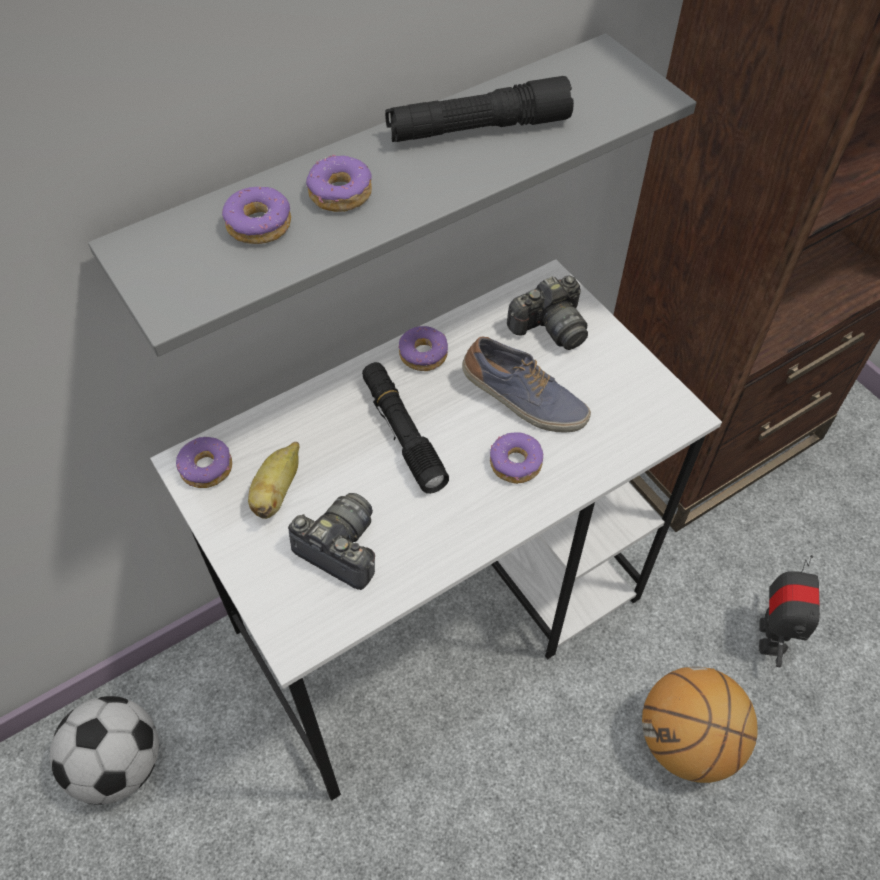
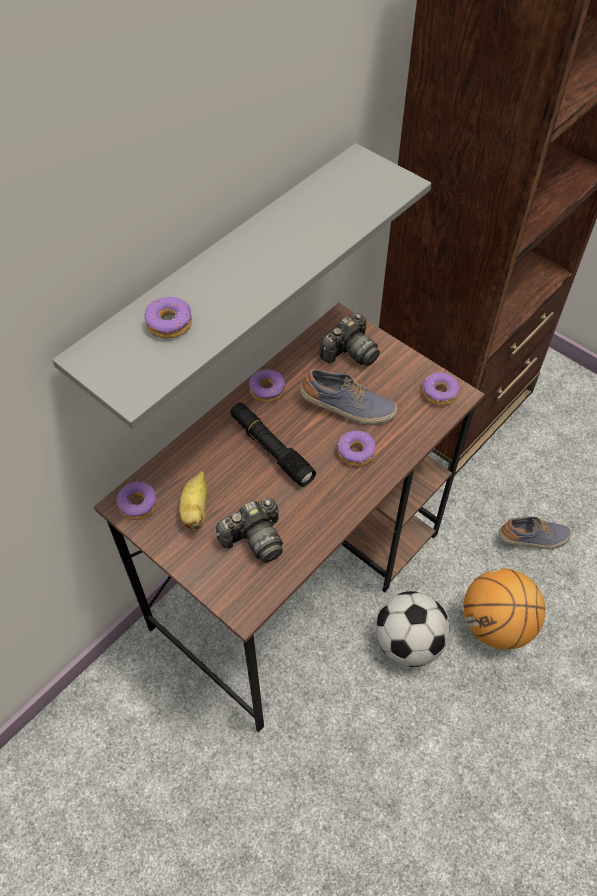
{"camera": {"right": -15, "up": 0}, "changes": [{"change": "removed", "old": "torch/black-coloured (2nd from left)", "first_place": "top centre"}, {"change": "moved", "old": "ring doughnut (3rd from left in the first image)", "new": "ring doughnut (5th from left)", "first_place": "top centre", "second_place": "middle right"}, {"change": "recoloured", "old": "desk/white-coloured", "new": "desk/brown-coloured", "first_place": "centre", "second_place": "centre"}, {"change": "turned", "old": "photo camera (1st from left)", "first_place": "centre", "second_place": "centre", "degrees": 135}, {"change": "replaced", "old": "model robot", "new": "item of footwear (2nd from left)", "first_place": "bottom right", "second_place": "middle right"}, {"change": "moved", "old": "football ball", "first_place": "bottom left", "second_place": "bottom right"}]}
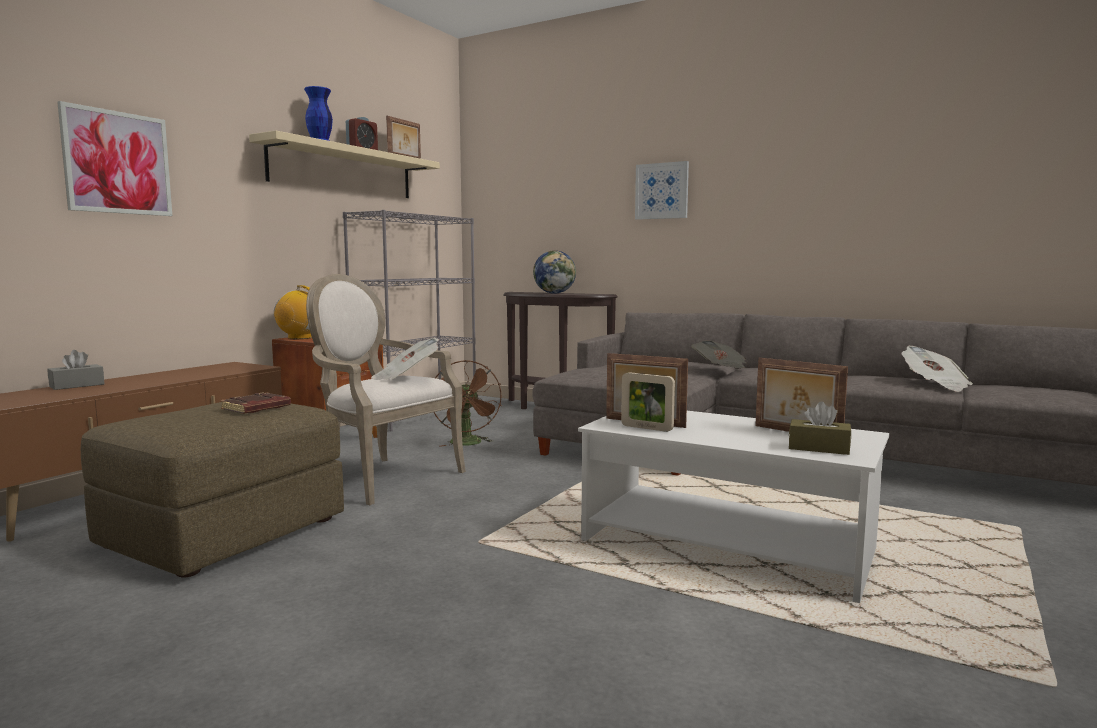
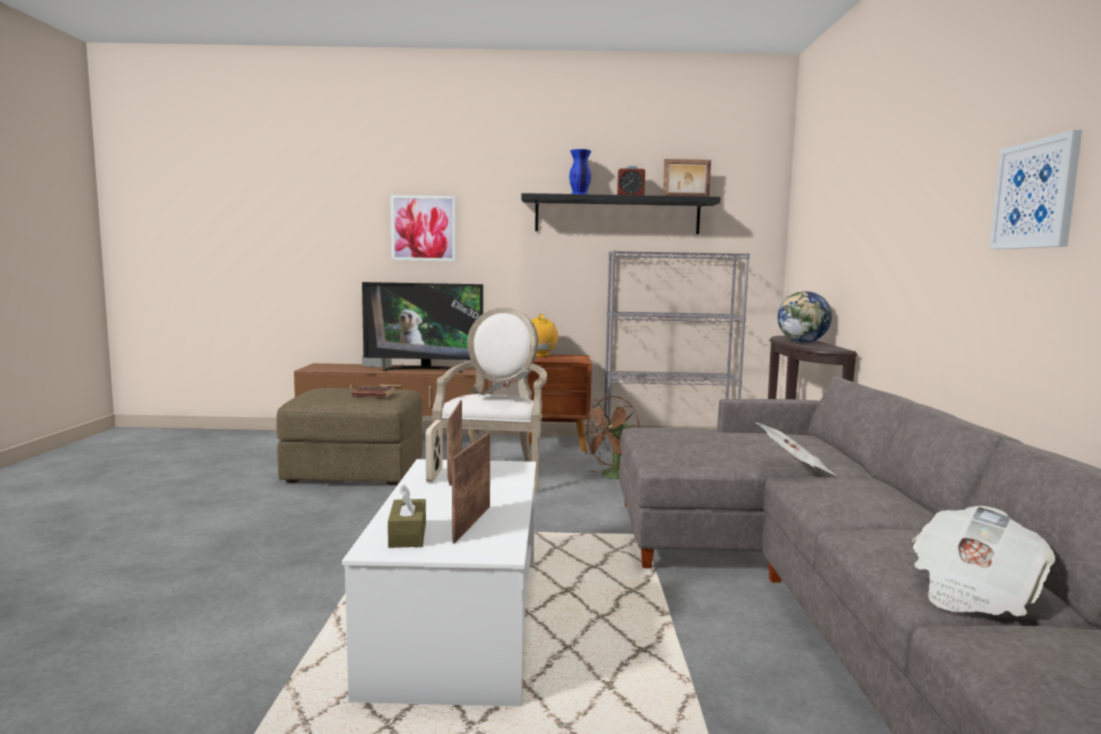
{"camera": {"right": 60, "up": 0}, "changes": [{"change": "recoloured", "old": "shelf/sand-coloured", "new": "shelf/black-coloured", "first_place": "top left", "second_place": "top centre"}, {"change": "moved", "old": "picture (2nd from left)", "first_place": "top centre", "second_place": "top right"}, {"change": "added", "new": "TV set", "second_place": "centre"}]}
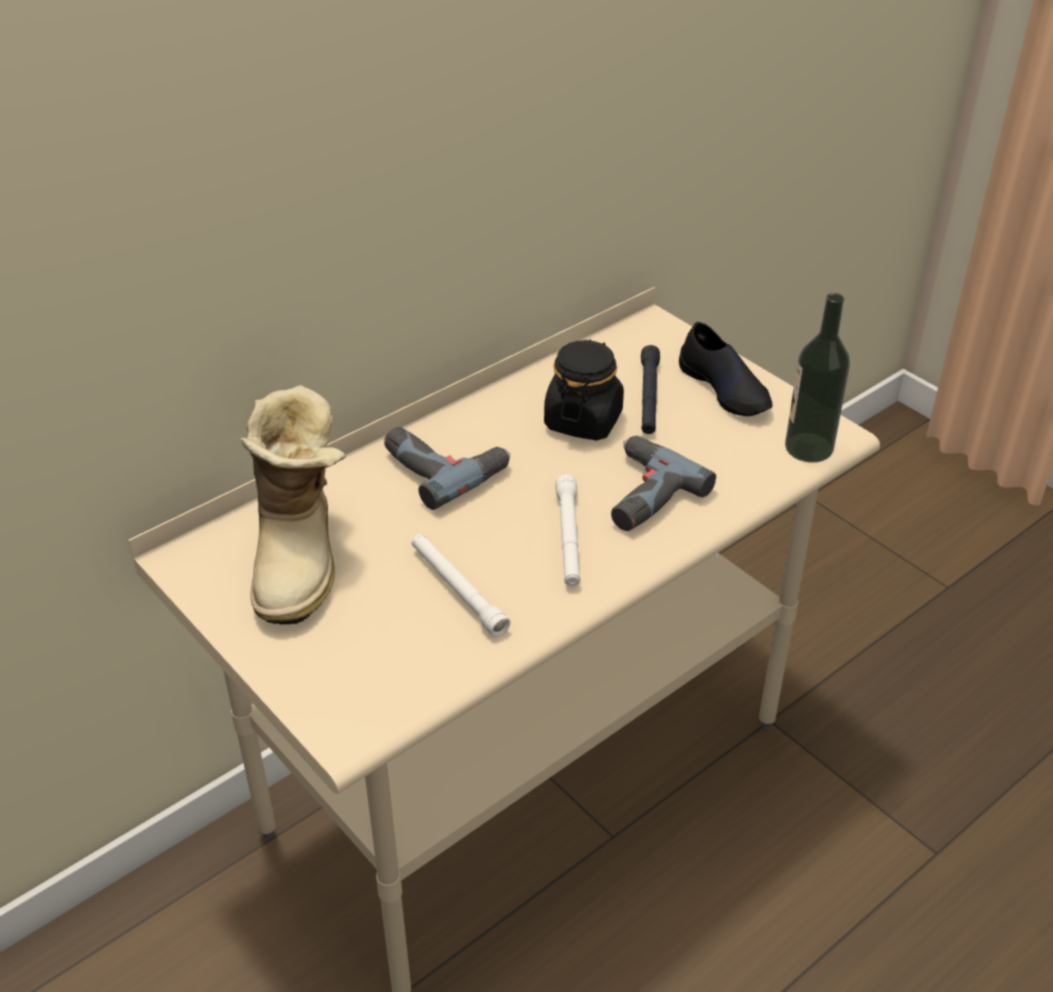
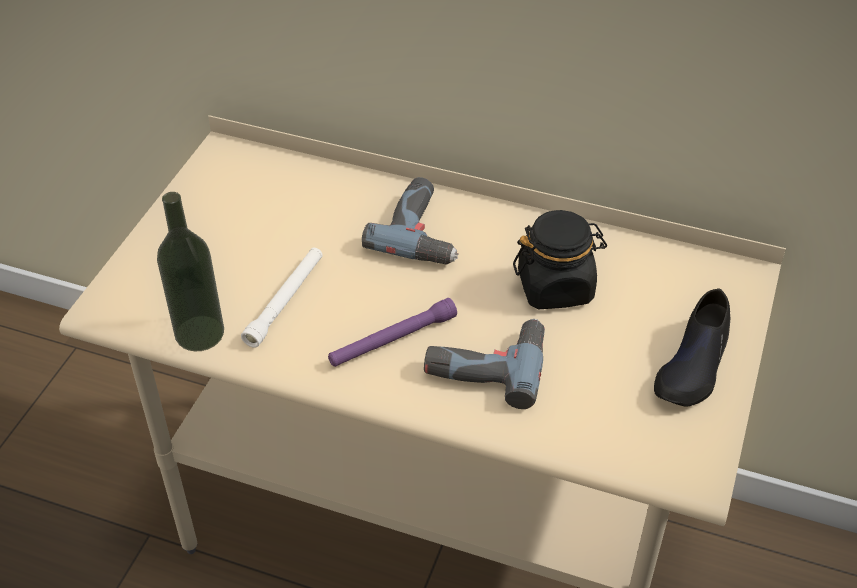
{"camera": {"right": 60, "up": 5}, "changes": [{"change": "moved", "old": "bottle", "first_place": "middle right", "second_place": "middle left"}, {"change": "removed", "old": "torch/black-coloured", "first_place": "centre"}, {"change": "removed", "old": "boot", "first_place": "middle left"}, {"change": "recoloured", "old": "torch/white-coloured (2nd from left)", "new": "torch/purple", "first_place": "centre", "second_place": "centre"}]}
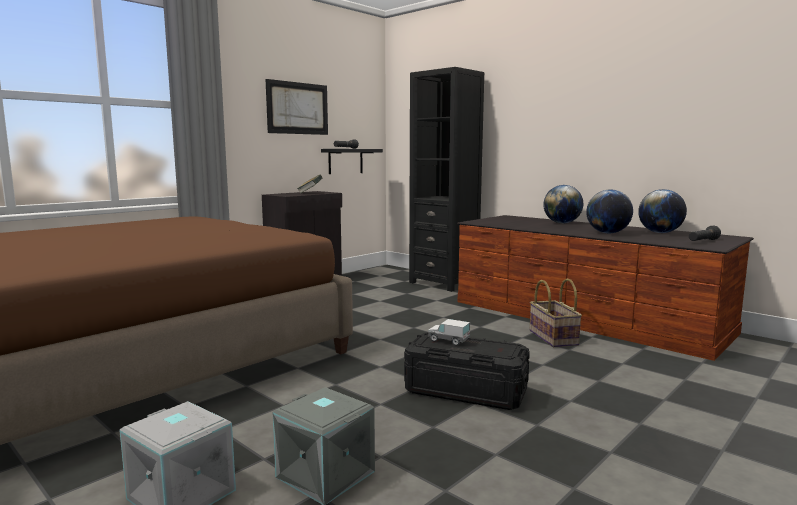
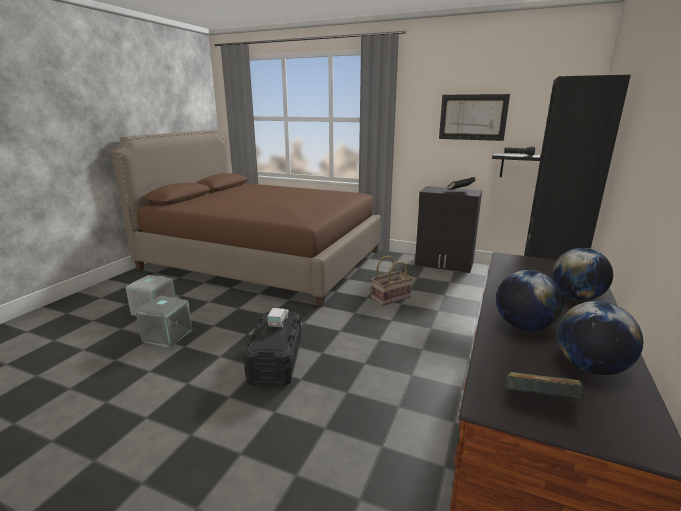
{"camera": {"right": 70, "up": 10}, "changes": [{"change": "replaced", "old": "torch/black-coloured (2nd from left)", "new": "volume (2nd from left)", "first_place": "middle right", "second_place": "bottom right"}, {"change": "moved", "old": "basket", "first_place": "middle right", "second_place": "centre"}]}
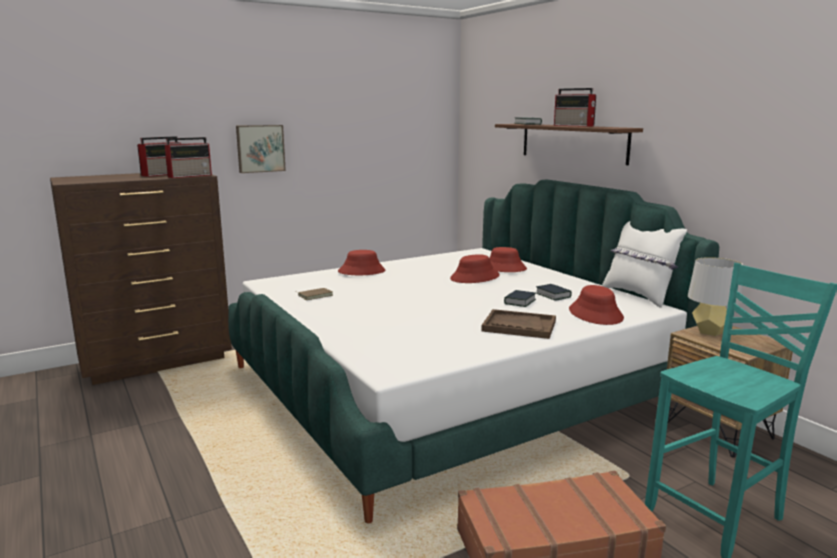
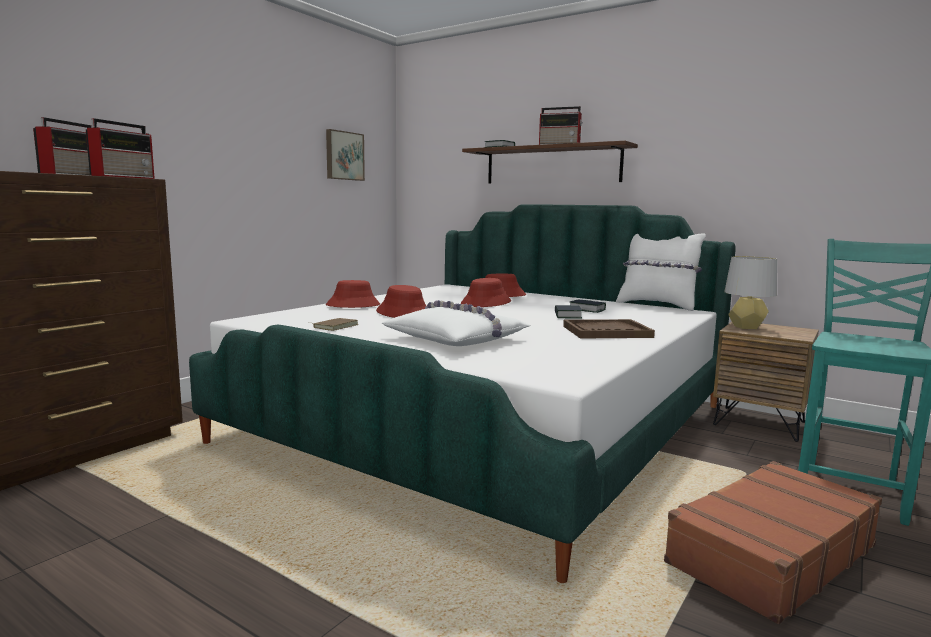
{"camera": {"right": -25, "up": -5}, "changes": [{"change": "moved", "old": "picture", "first_place": "top left", "second_place": "top centre"}, {"change": "moved", "old": "wearable hat/red-coloured (4th from left in the first image)", "new": "wearable hat/red-coloured (2nd from left)", "first_place": "middle right", "second_place": "centre"}, {"change": "added", "new": "throw pillow/white-coloured (1st from left)", "second_place": "centre"}]}
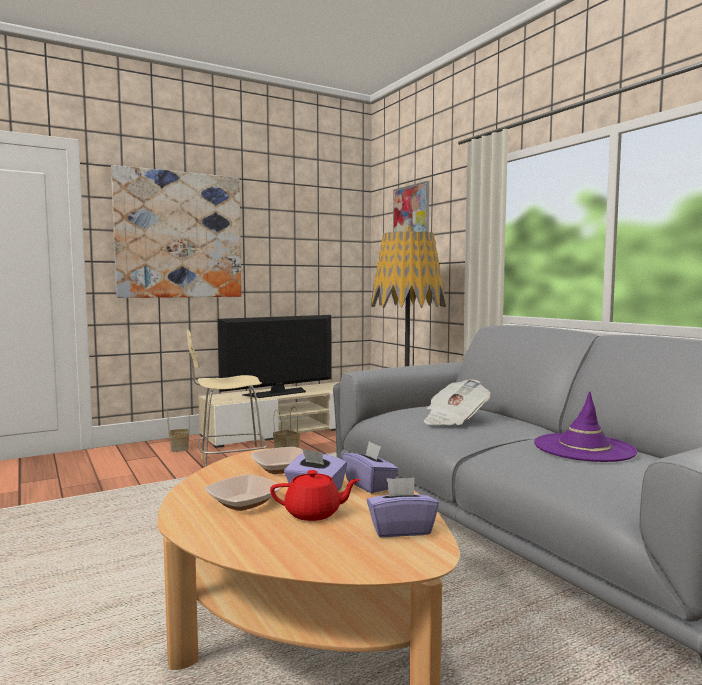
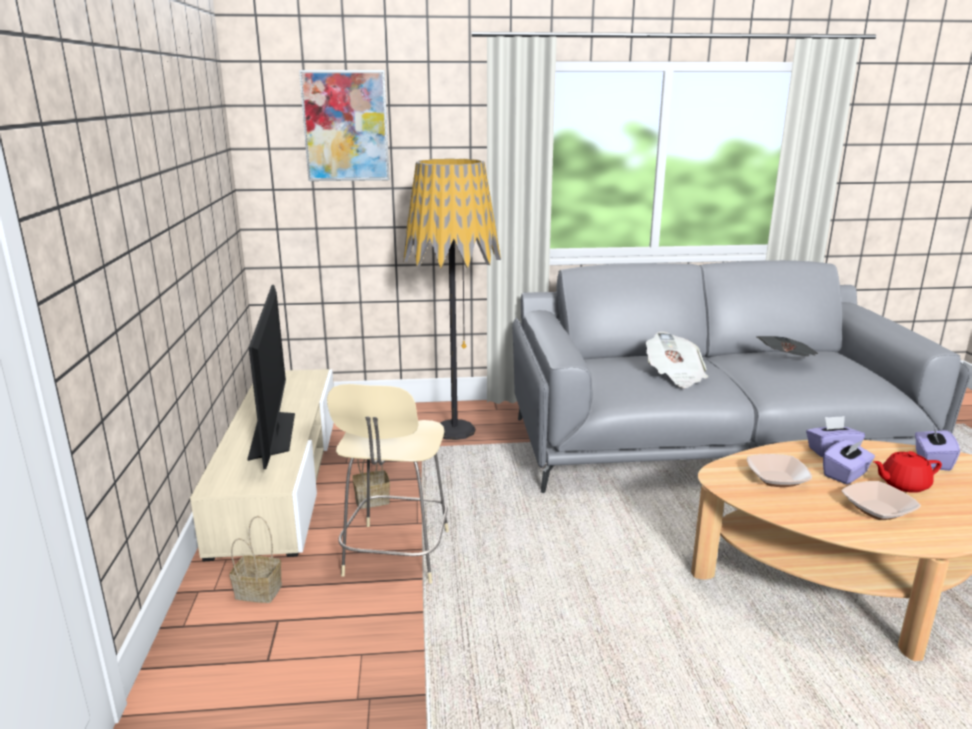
{"camera": {"right": -65, "up": 15}, "changes": [{"change": "removed", "old": "picture (1st from left)", "first_place": "middle left"}, {"change": "replaced", "old": "wearable hat/purple", "new": "newspaper (2nd from left)", "first_place": "middle right", "second_place": "middle right"}, {"change": "turned", "old": "tea pot/red-coloured", "first_place": "bottom centre", "second_place": "middle right", "degrees": -120}]}
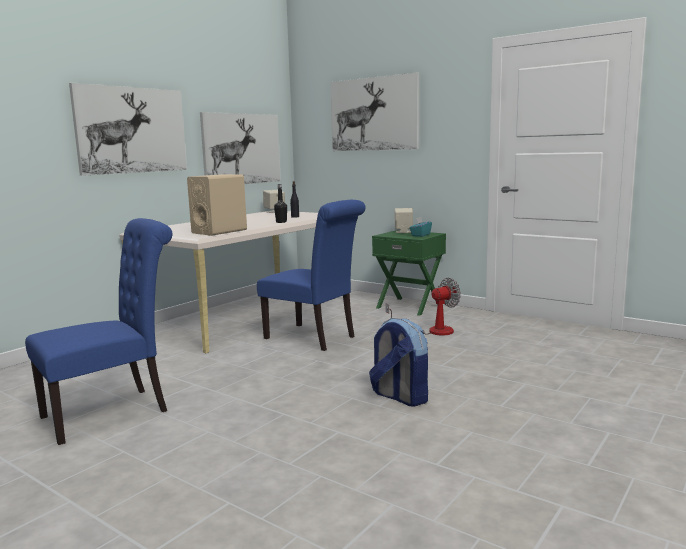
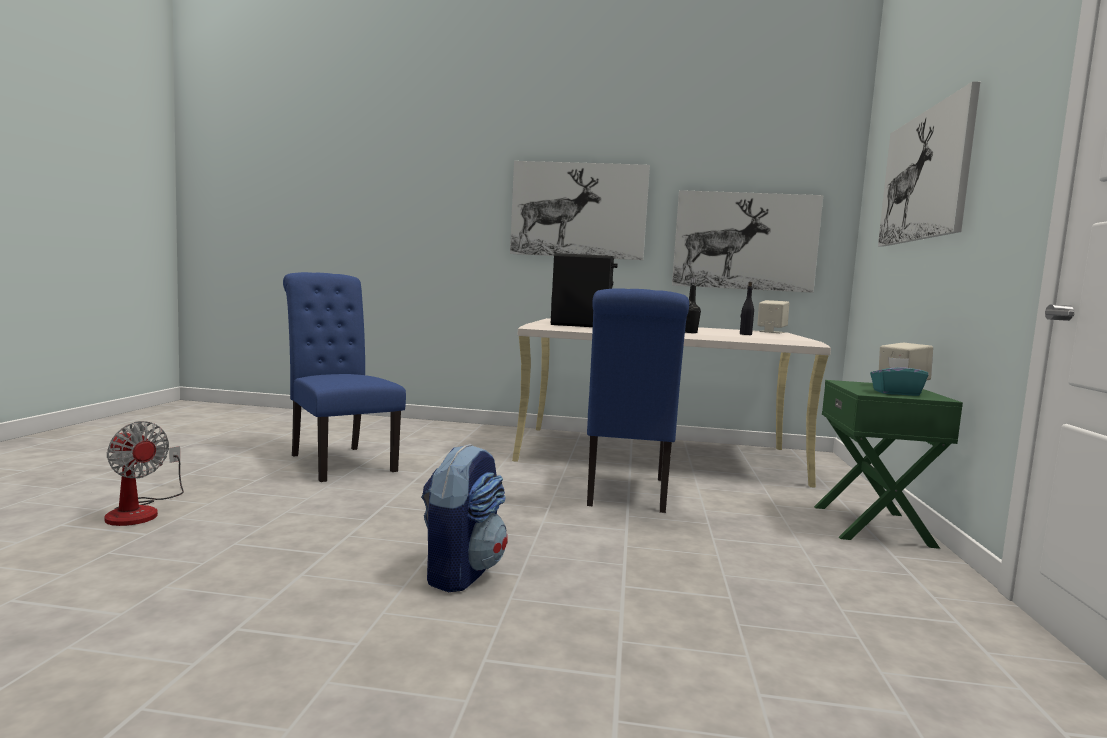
{"camera": {"right": 60, "up": -5}, "changes": [{"change": "recoloured", "old": "speaker/sand-coloured (1st from left)", "new": "speaker/black-coloured", "first_place": "middle left", "second_place": "centre"}, {"change": "turned", "old": "plain chair/blue-coloured (1st from left)", "first_place": "middle left", "second_place": "middle left", "degrees": -150}, {"change": "moved", "old": "electric fan", "first_place": "centre", "second_place": "middle left"}]}
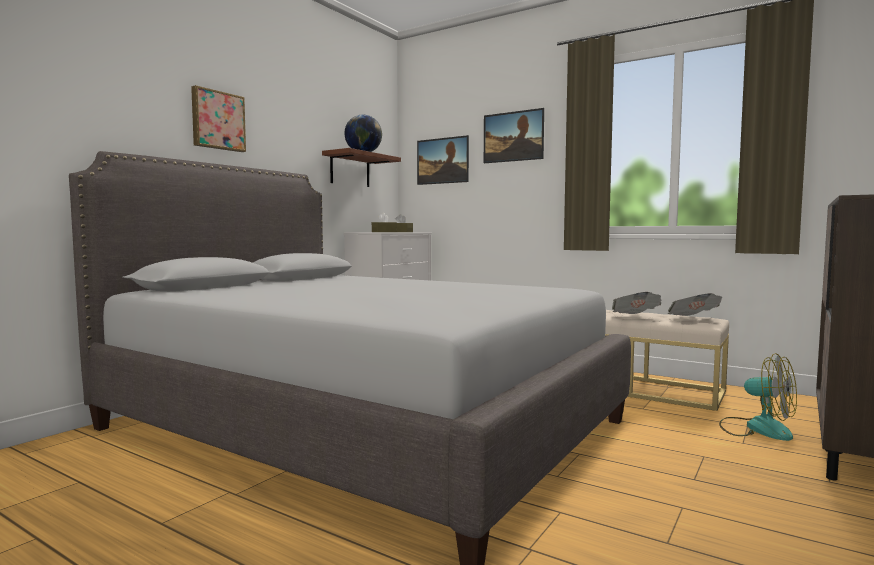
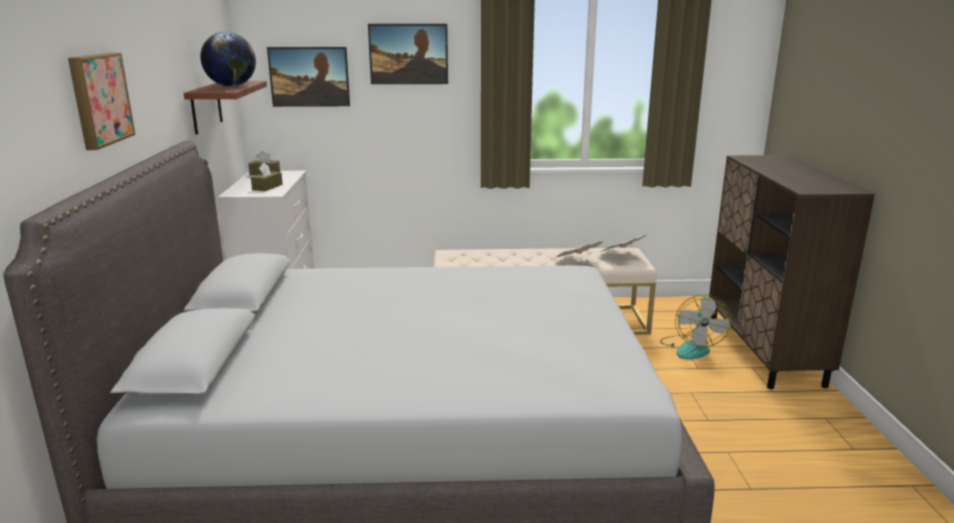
{"camera": {"right": -35, "up": 15}, "changes": [{"change": "turned", "old": "electric fan", "first_place": "bottom right", "second_place": "middle right", "degrees": 90}]}
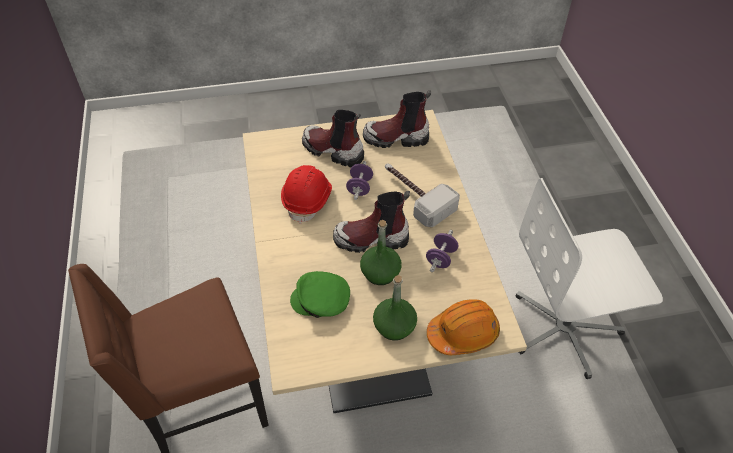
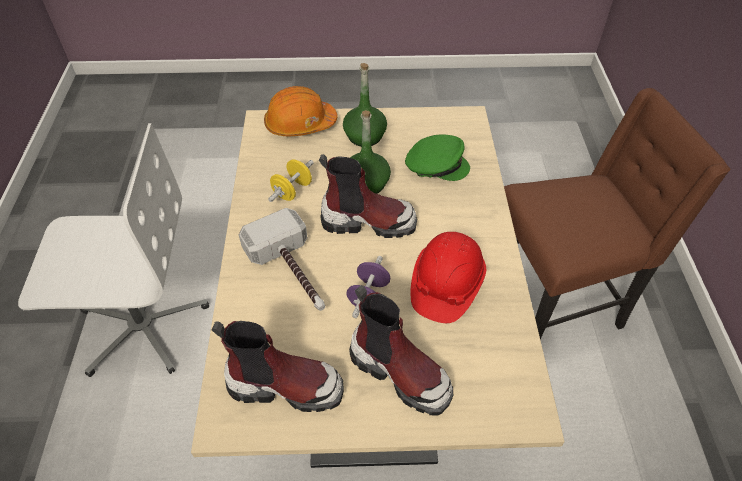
{"camera": {"right": -170, "up": 0}, "changes": [{"change": "recoloured", "old": "free weight/purple (2nd from left)", "new": "free weight/yellow", "first_place": "centre", "second_place": "centre"}]}
